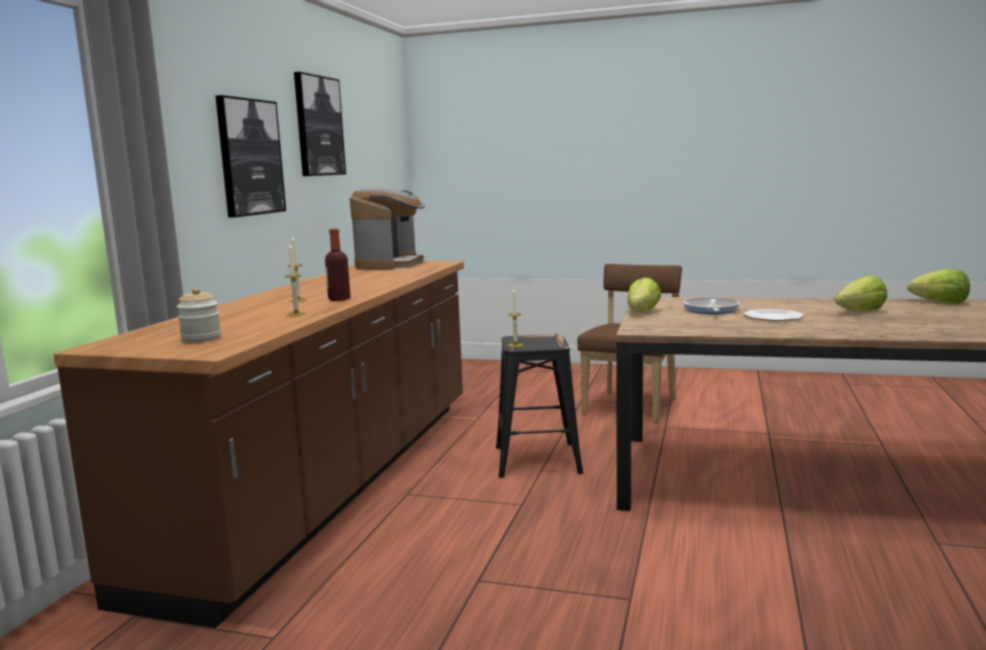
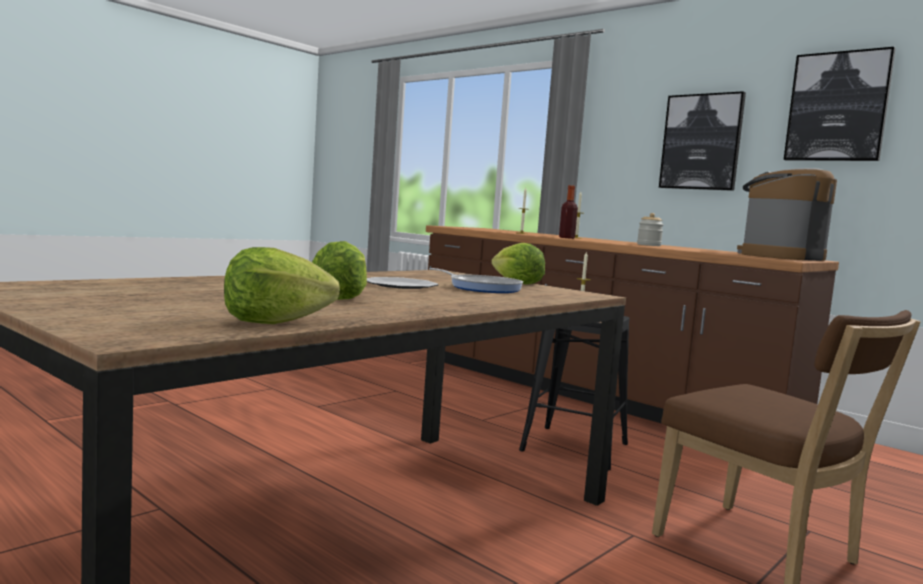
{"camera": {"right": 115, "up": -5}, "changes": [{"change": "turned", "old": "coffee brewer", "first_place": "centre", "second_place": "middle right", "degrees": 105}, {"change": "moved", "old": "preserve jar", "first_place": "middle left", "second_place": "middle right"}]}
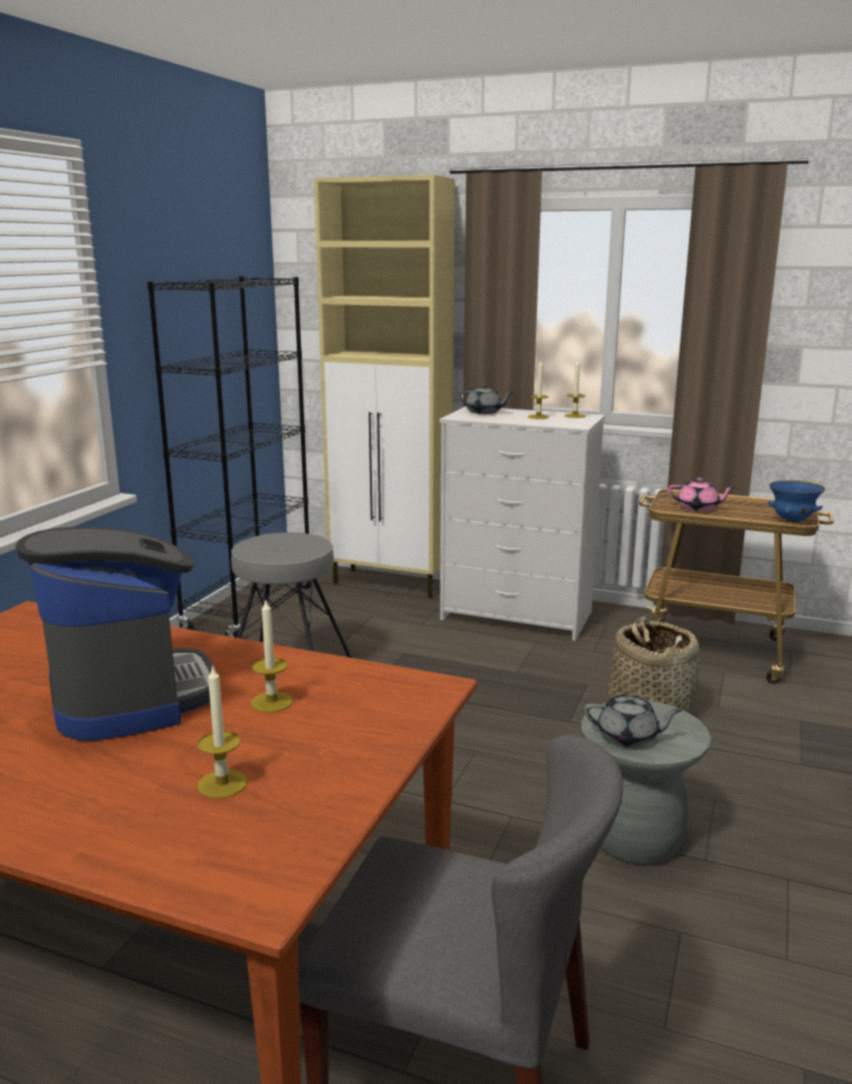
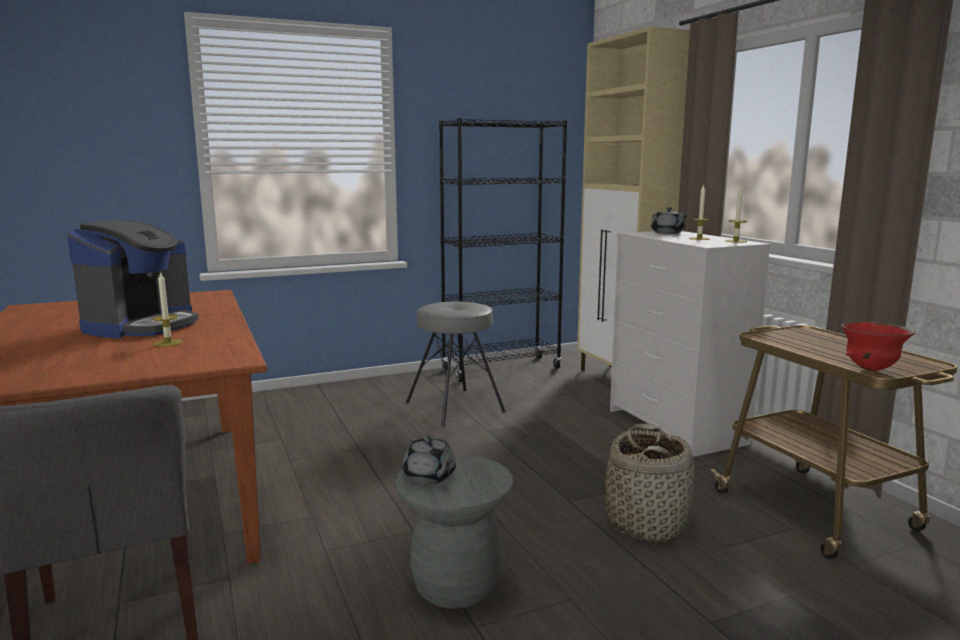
{"camera": {"right": 45, "up": -5}, "changes": [{"change": "removed", "old": "tea pot/pink-coloured", "first_place": "middle right"}, {"change": "recoloured", "old": "deep dish/blue-coloured", "new": "deep dish/red-coloured", "first_place": "middle right", "second_place": "middle right"}, {"change": "removed", "old": "wax light (1st from left)", "first_place": "bottom left"}]}
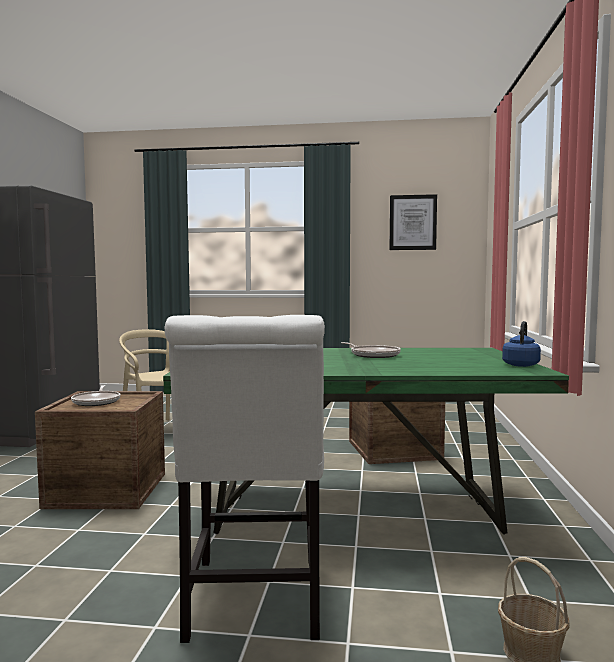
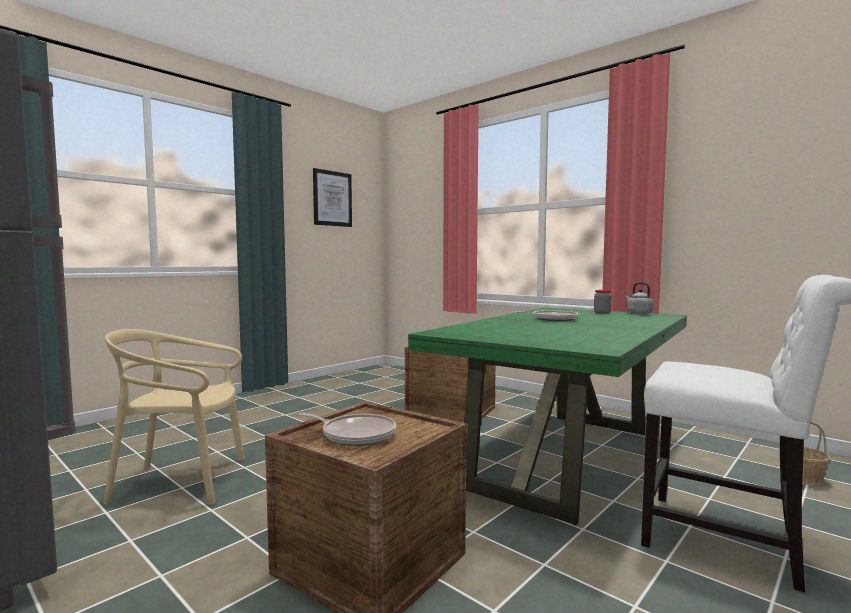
{"camera": {"right": -55, "up": 0}, "changes": [{"change": "recoloured", "old": "kettle/blue-coloured", "new": "kettle/gray", "first_place": "middle right", "second_place": "middle right"}, {"change": "added", "new": "preserve jar", "second_place": "middle right"}]}
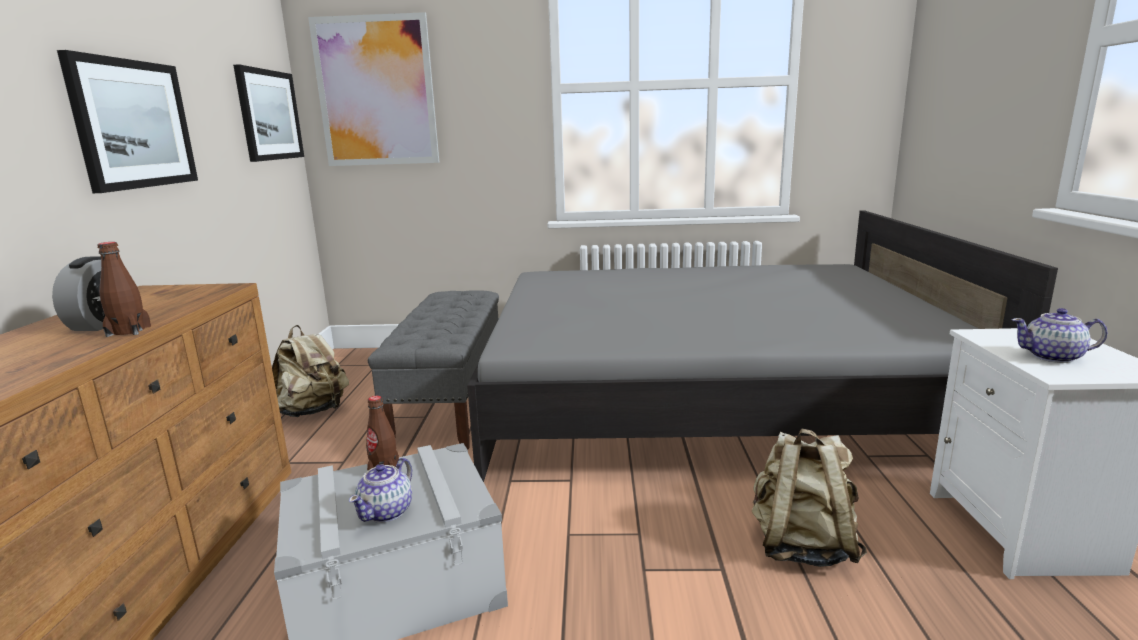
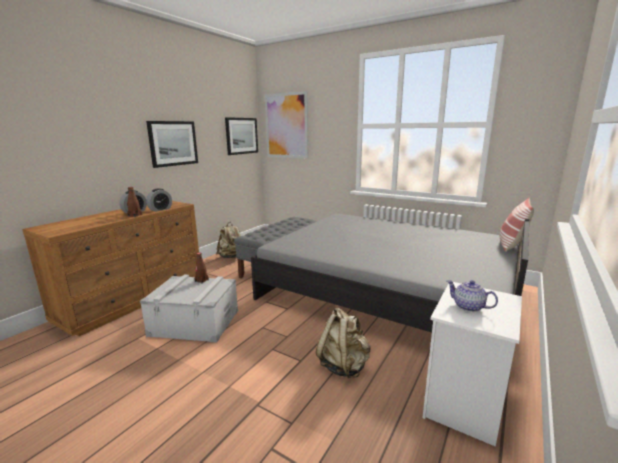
{"camera": {"right": 30, "up": 0}, "changes": [{"change": "removed", "old": "tea pot (1st from left)", "first_place": "bottom centre"}, {"change": "added", "new": "table clock (2nd from left)", "second_place": "middle left"}, {"change": "added", "new": "throw pillow", "second_place": "middle right"}]}
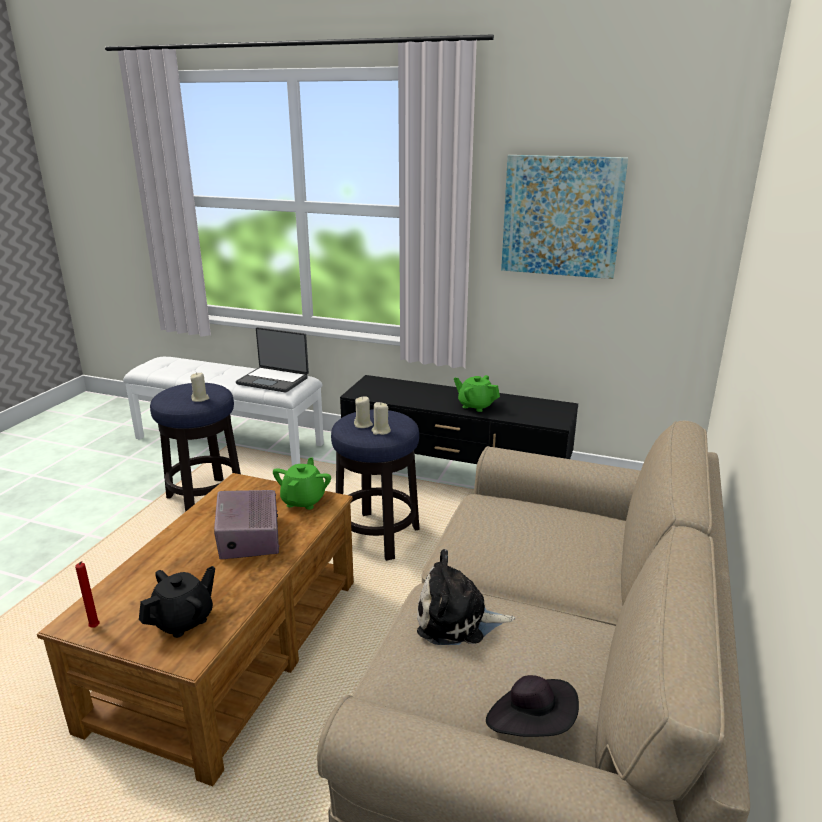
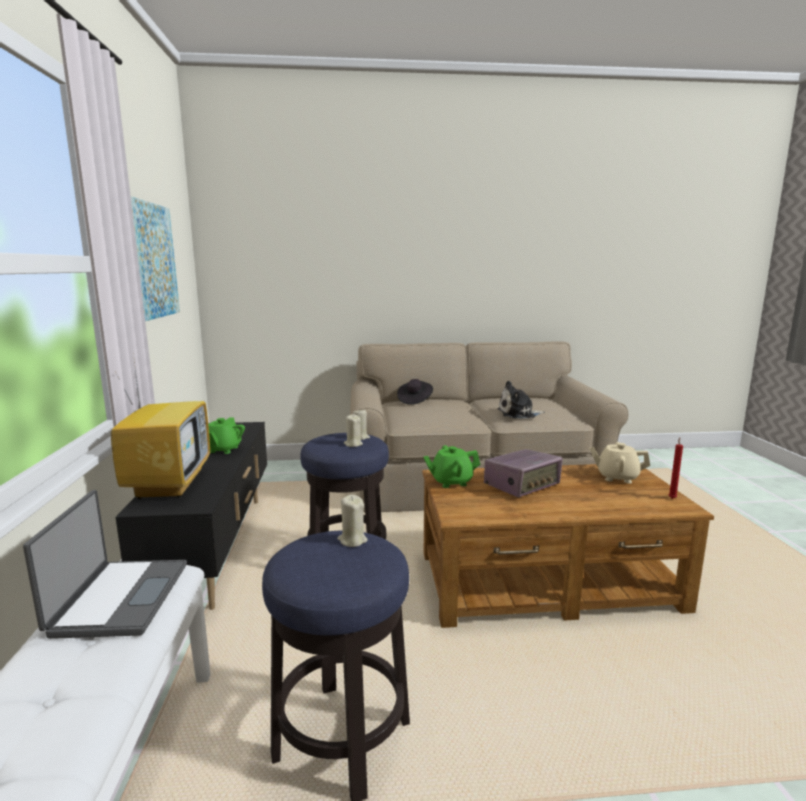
{"camera": {"right": -115, "up": -10}, "changes": [{"change": "turned", "old": "plush toy", "first_place": "bottom centre", "second_place": "centre", "degrees": 105}, {"change": "recoloured", "old": "tea pot/black-coloured", "new": "tea pot/sand-coloured", "first_place": "bottom left", "second_place": "middle right"}, {"change": "moved", "old": "wearable hat/black-coloured", "first_place": "bottom centre", "second_place": "centre"}, {"change": "added", "new": "TV set", "second_place": "middle left"}]}
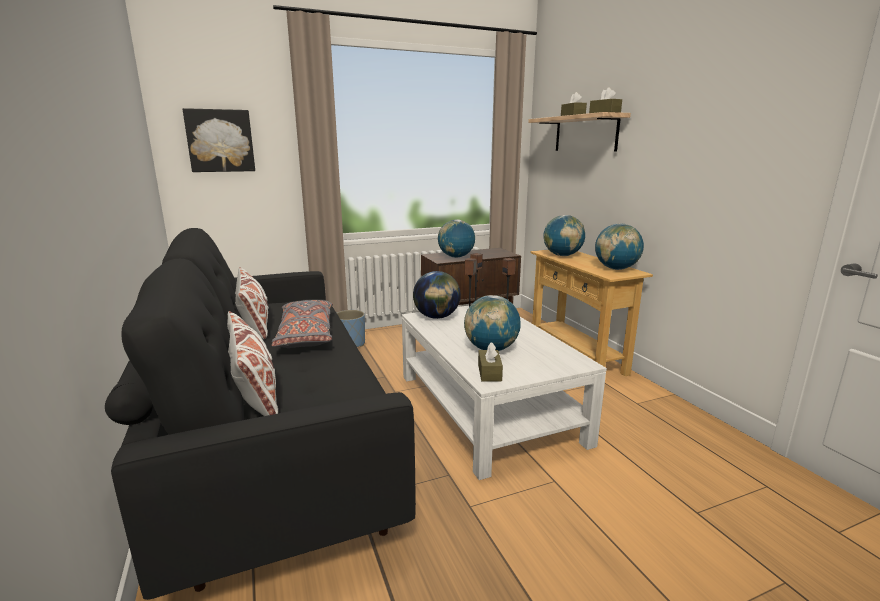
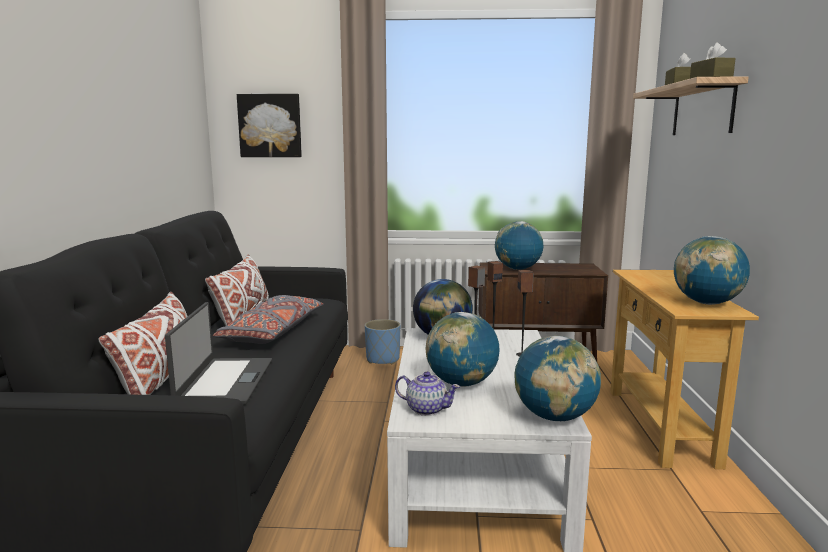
{"camera": {"right": 25, "up": -5}, "changes": [{"change": "moved", "old": "desk globe (4th from left)", "first_place": "centre", "second_place": "bottom right"}, {"change": "replaced", "old": "tissue box/brown-coloured (1st from left)", "new": "tea pot", "first_place": "centre", "second_place": "bottom centre"}, {"change": "added", "new": "notebook computer", "second_place": "middle left"}]}
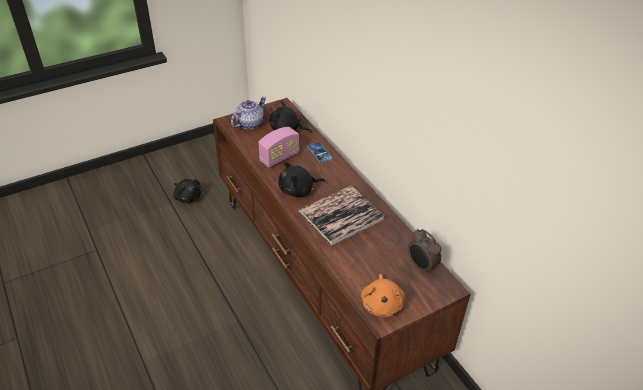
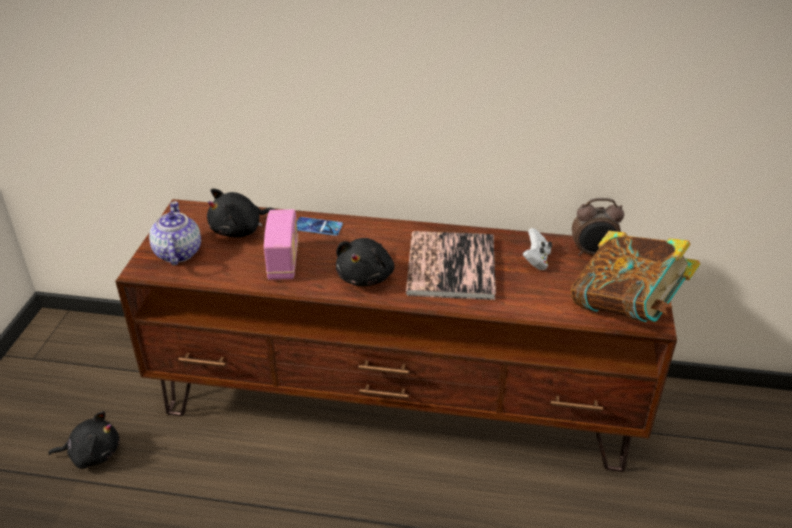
{"camera": {"right": -50, "up": -5}, "changes": [{"change": "replaced", "old": "plush toy/orange-coloured", "new": "volume (2nd from left)", "first_place": "bottom centre", "second_place": "middle right"}, {"change": "added", "new": "gamepad/white-coloured", "second_place": "middle right"}]}
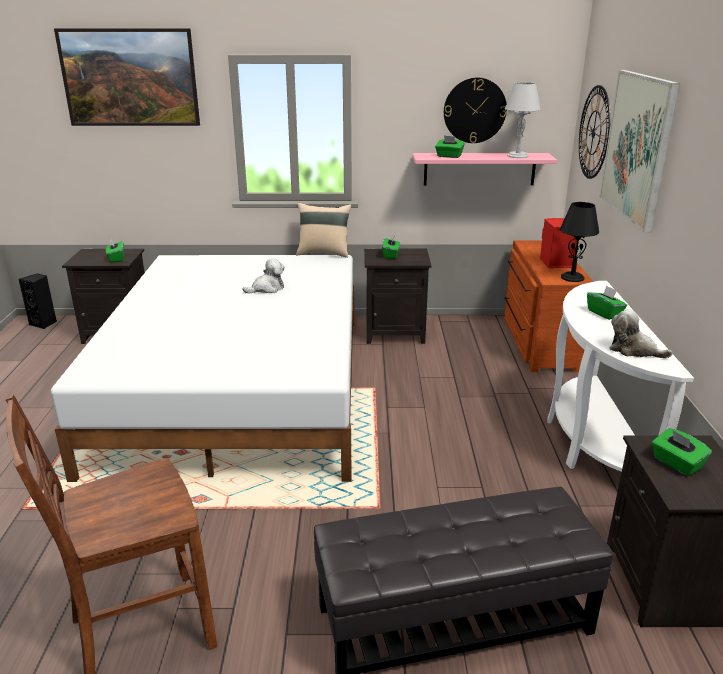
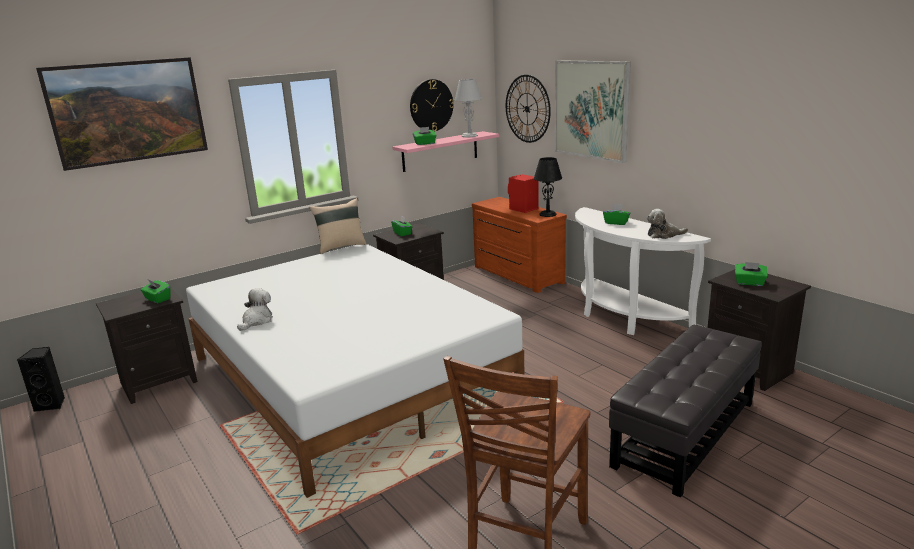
{"camera": {"right": -35, "up": -5}, "changes": [{"change": "moved", "old": "plush toy (1st from left)", "first_place": "centre", "second_place": "middle left"}]}
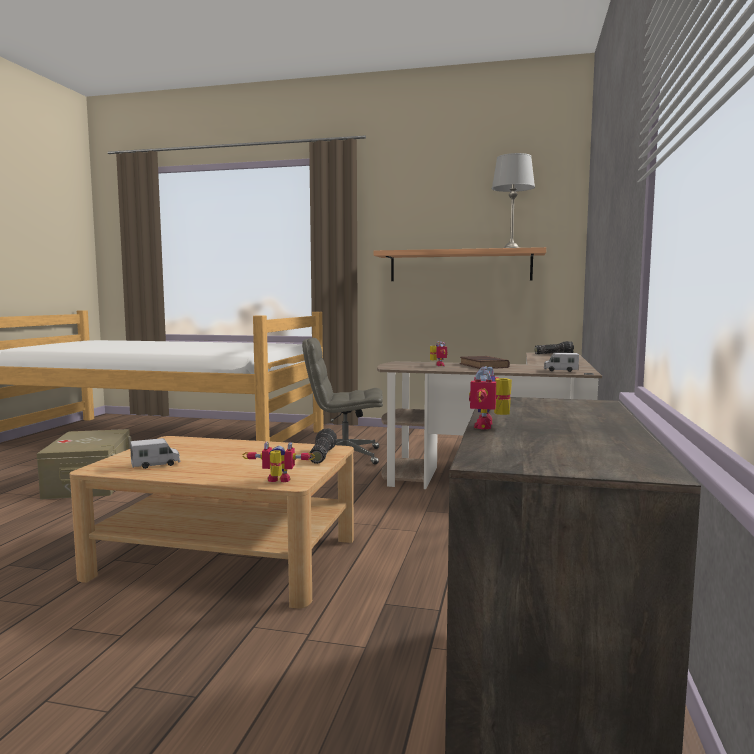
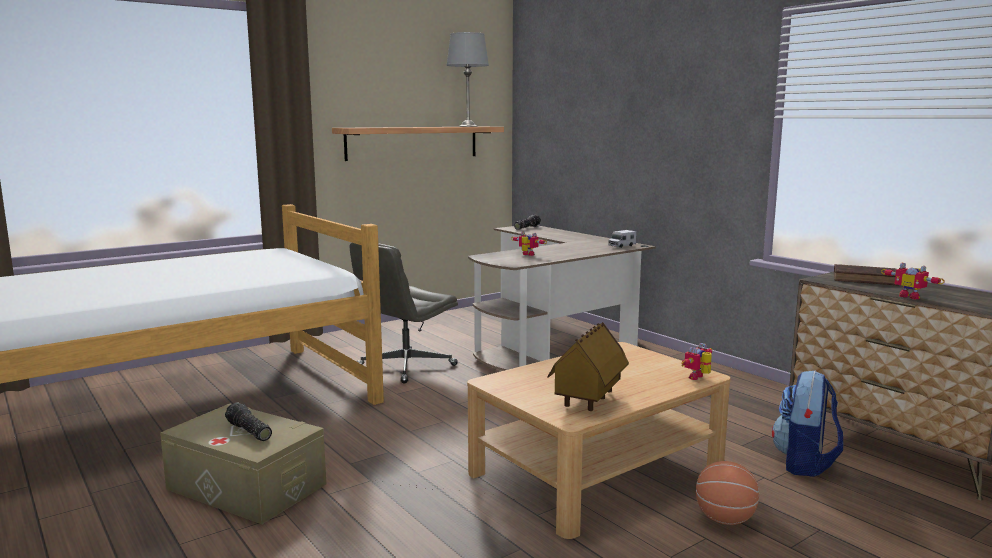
{"camera": {"right": -50, "up": 5}, "changes": [{"change": "moved", "old": "volume/brown-coloured", "first_place": "centre", "second_place": "middle right"}, {"change": "moved", "old": "torch (1st from left)", "first_place": "centre", "second_place": "bottom left"}, {"change": "replaced", "old": "model truck (1st from left)", "new": "miniature house", "first_place": "middle left", "second_place": "centre"}, {"change": "added", "new": "knapsack", "second_place": "bottom right"}, {"change": "added", "new": "basketball ball", "second_place": "bottom right"}]}
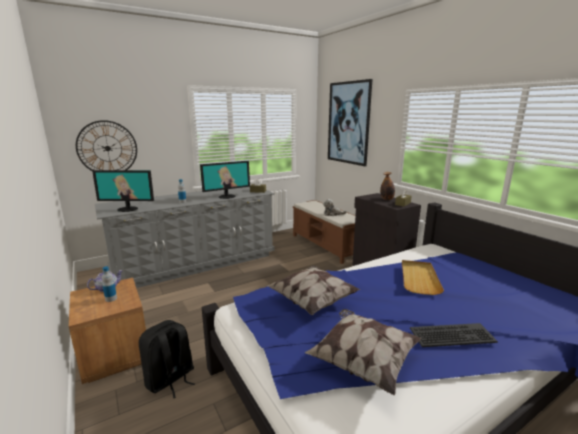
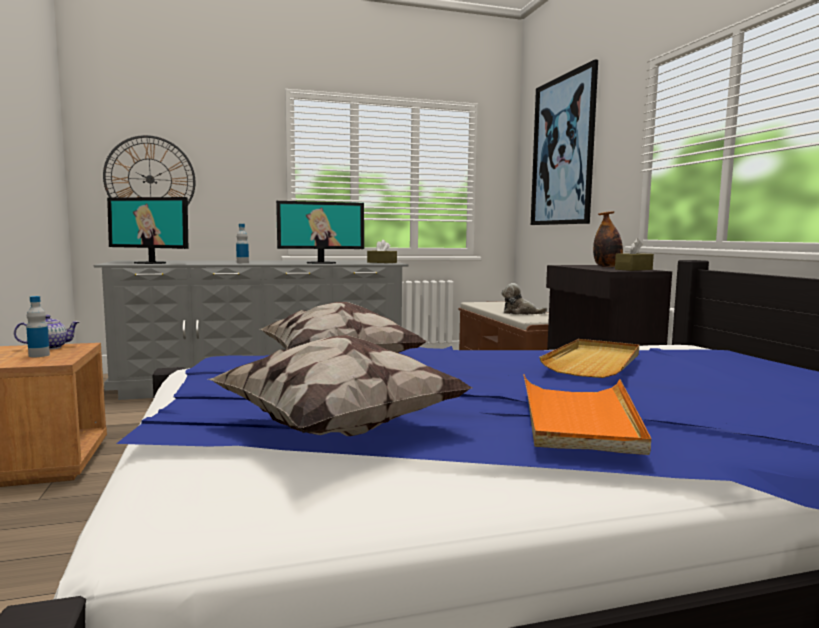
{"camera": {"right": 15, "up": -10}, "changes": [{"change": "removed", "old": "knapsack/black-coloured", "first_place": "bottom left"}, {"change": "replaced", "old": "PC keyboard", "new": "carrying tray/orange-coloured", "first_place": "bottom right", "second_place": "middle right"}]}
